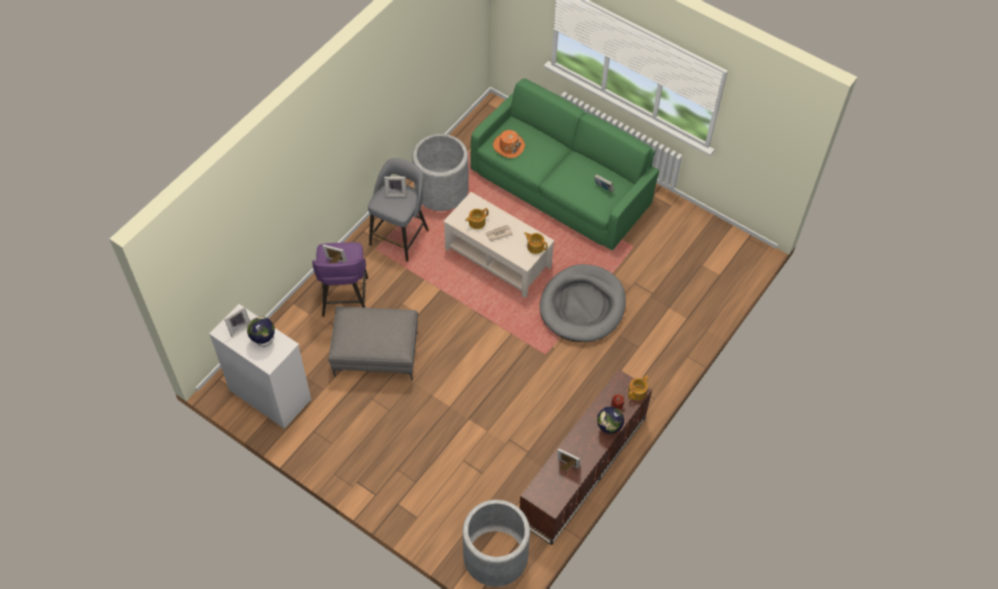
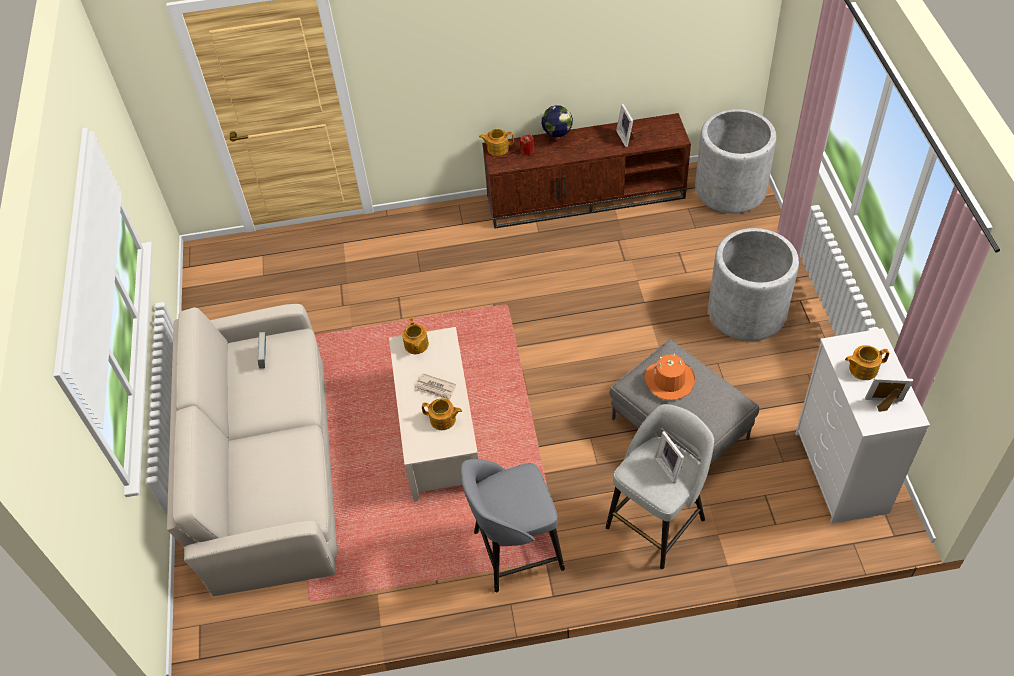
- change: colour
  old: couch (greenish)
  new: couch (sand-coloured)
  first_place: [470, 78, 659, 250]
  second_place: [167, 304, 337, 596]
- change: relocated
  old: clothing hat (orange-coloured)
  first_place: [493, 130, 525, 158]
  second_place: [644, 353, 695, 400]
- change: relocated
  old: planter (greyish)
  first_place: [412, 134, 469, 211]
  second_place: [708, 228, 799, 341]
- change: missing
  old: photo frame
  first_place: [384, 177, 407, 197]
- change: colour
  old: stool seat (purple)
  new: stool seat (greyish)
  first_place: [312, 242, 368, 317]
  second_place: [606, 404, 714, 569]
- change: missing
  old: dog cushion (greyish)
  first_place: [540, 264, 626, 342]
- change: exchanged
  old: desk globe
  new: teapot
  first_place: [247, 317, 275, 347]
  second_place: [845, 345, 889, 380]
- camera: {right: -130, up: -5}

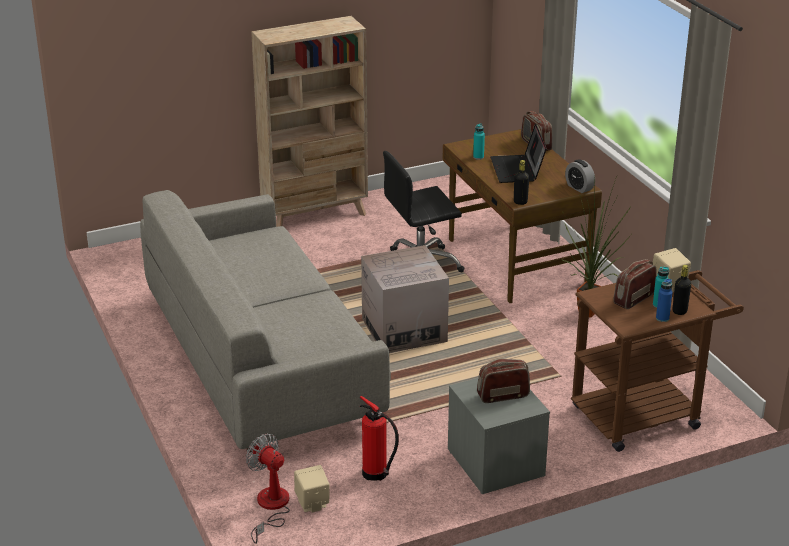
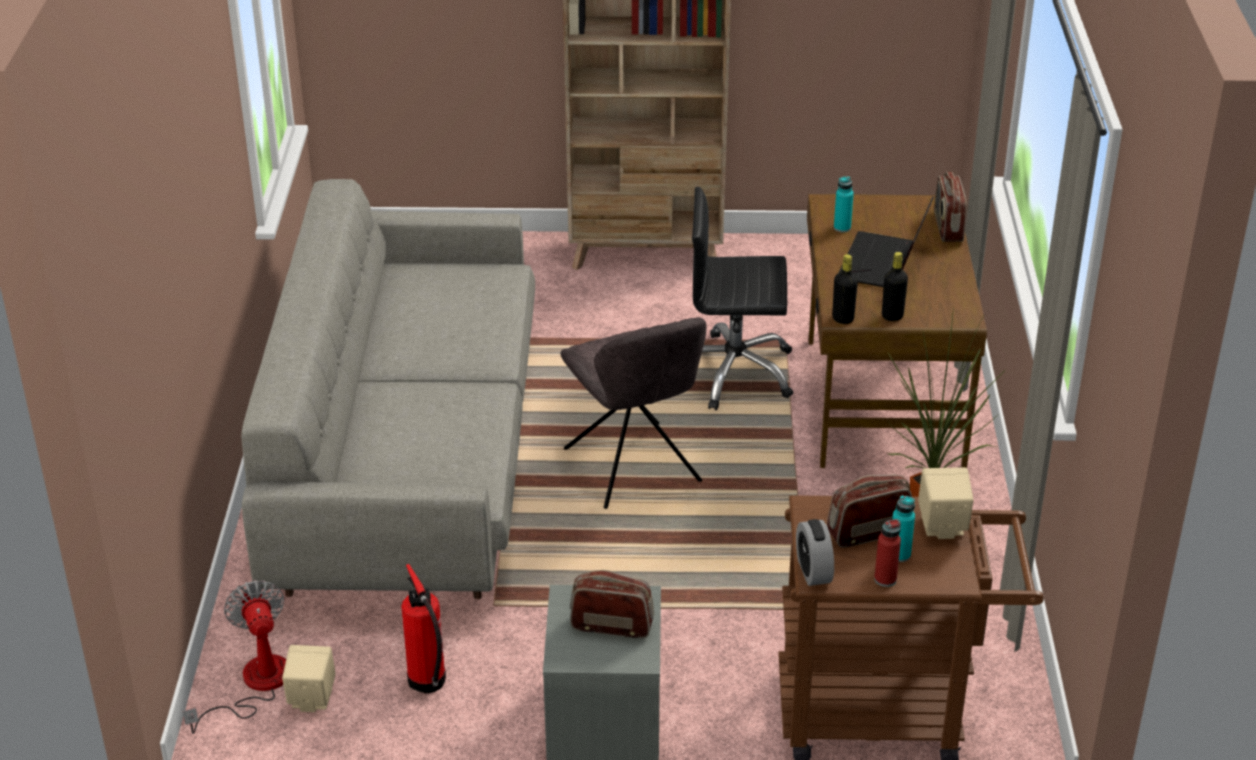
- change: relocated
  old: bedside clock
  first_place: [565, 159, 595, 193]
  second_place: [796, 519, 834, 586]
- change: exchanged
  old: packing box
  new: chair (greyish)
  first_place: [361, 245, 449, 353]
  second_place: [560, 317, 706, 509]
- change: relocated
  old: bottle (black)
  first_place: [673, 265, 691, 315]
  second_place: [882, 252, 908, 321]
- change: colour
  old: bottle (blue-coloured)
  new: bottle (red)
  first_place: [656, 278, 672, 322]
  second_place: [874, 519, 901, 587]
- camera: {right: 25, up: 5}

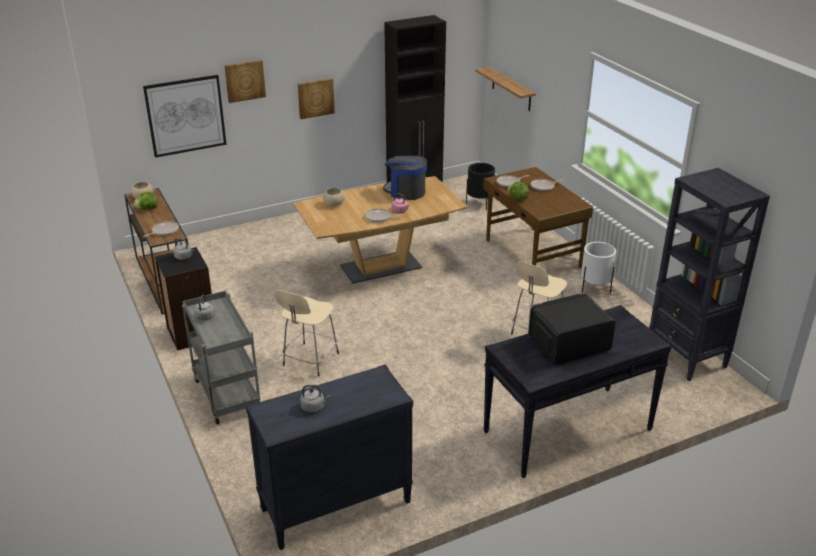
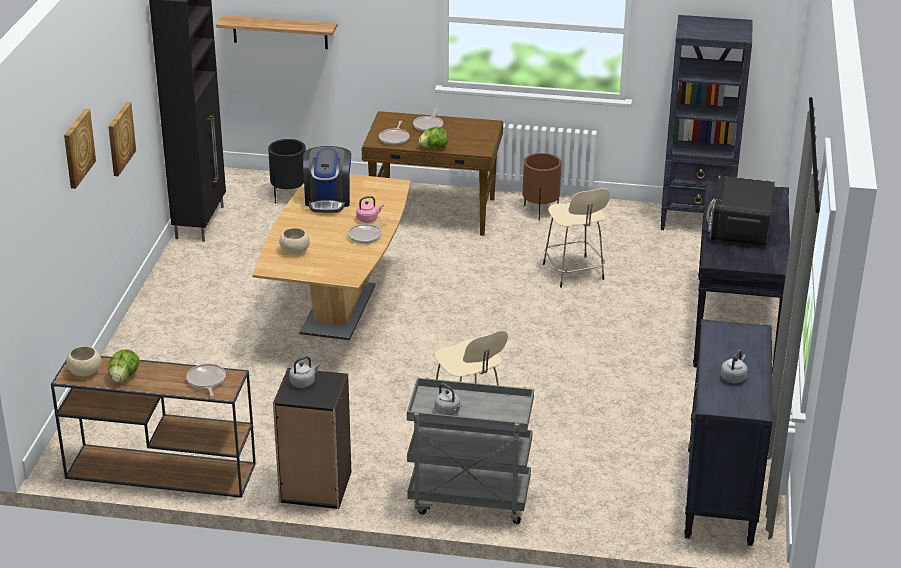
- change: missing
  old: wall art
  first_place: [143, 75, 227, 158]
- change: spun
  old: coffee maker
  first_place: [383, 156, 427, 200]
  second_place: [303, 146, 351, 213]
  degrees: -60
- change: colour
  old: planter (white)
  new: planter (brownish)
  first_place: [581, 242, 616, 294]
  second_place: [523, 153, 561, 221]
- camera: {right: -55, up: 0}

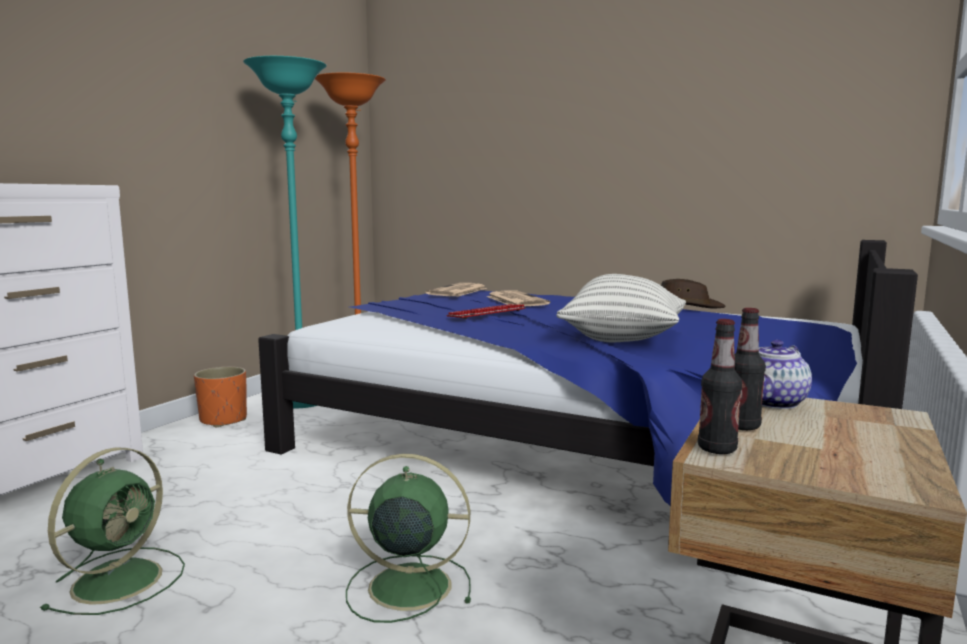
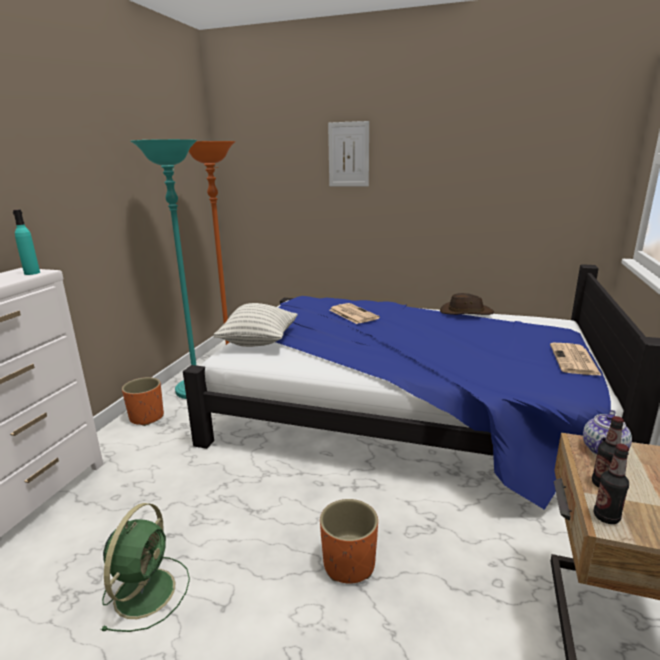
- change: relocated
  old: cushion
  first_place: [557, 274, 686, 342]
  second_place: [213, 303, 297, 347]
- change: relocated
  old: printed paper
  first_place: [425, 283, 487, 297]
  second_place: [550, 343, 602, 376]
- change: missing
  old: PC keyboard
  first_place: [446, 304, 526, 319]
- change: exchanged
  old: electric fan (greenish)
  new: planter (orange-coloured)
  first_place: [346, 454, 471, 623]
  second_place: [320, 499, 378, 584]
- change: appeared
  new: wall art
  second_place: [328, 121, 369, 186]
- change: appeared
  new: bottle (blue-green)
  second_place: [13, 210, 40, 275]
- camera: {right: -10, up: 10}

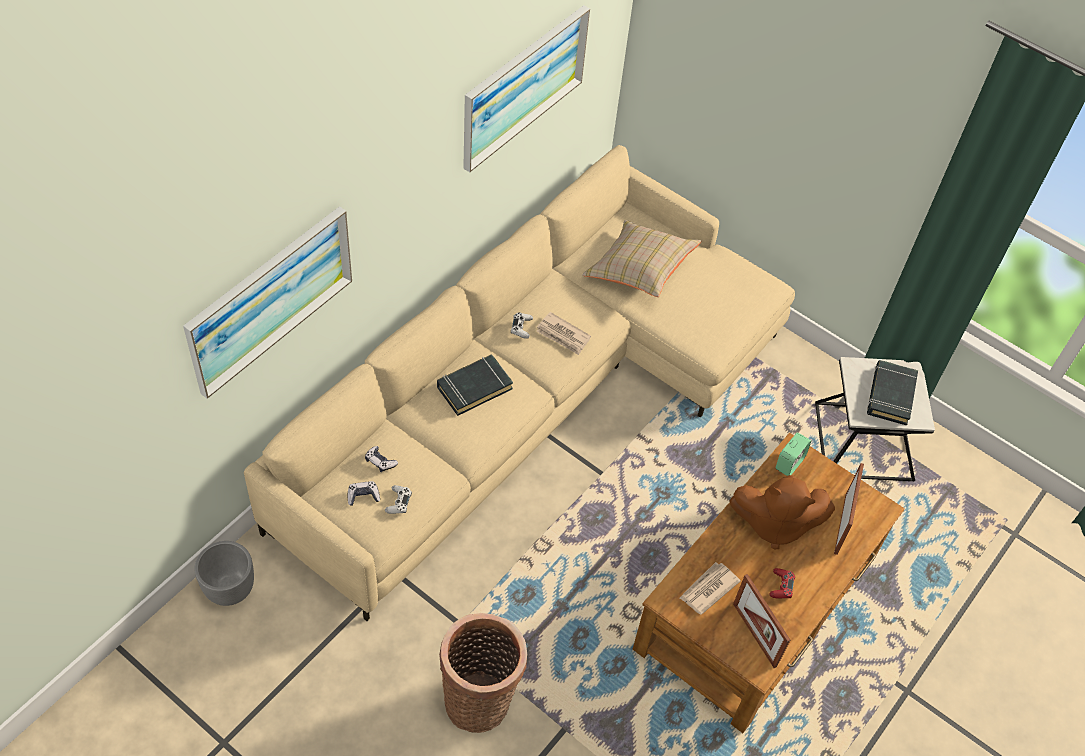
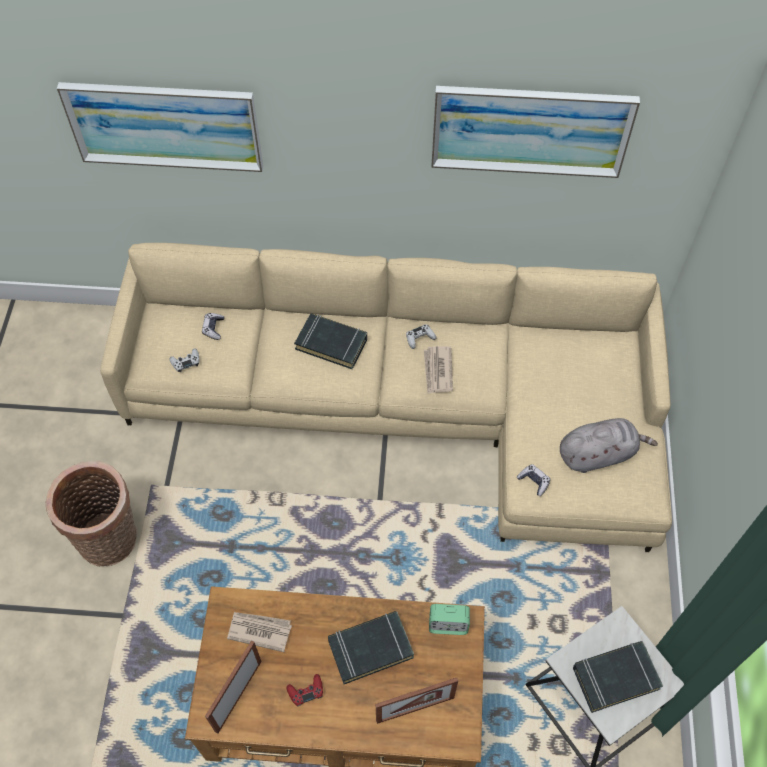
- change: missing
  old: cushion (sand-coloured)
  first_place: [582, 220, 701, 297]
- change: exchanged
  old: plush toy (brownish)
  new: book (black)
  first_place: [730, 475, 835, 549]
  second_place: [328, 611, 414, 684]
- change: relocated
  old: gamepad
  first_place: [348, 481, 380, 506]
  second_place: [517, 464, 550, 496]
- change: missing
  old: planter (greyish)
  first_place: [195, 541, 254, 606]
- change: appeared
  new: plush toy (greyish)
  second_place: [560, 418, 658, 473]
- camera: {right: 60, up: 5}

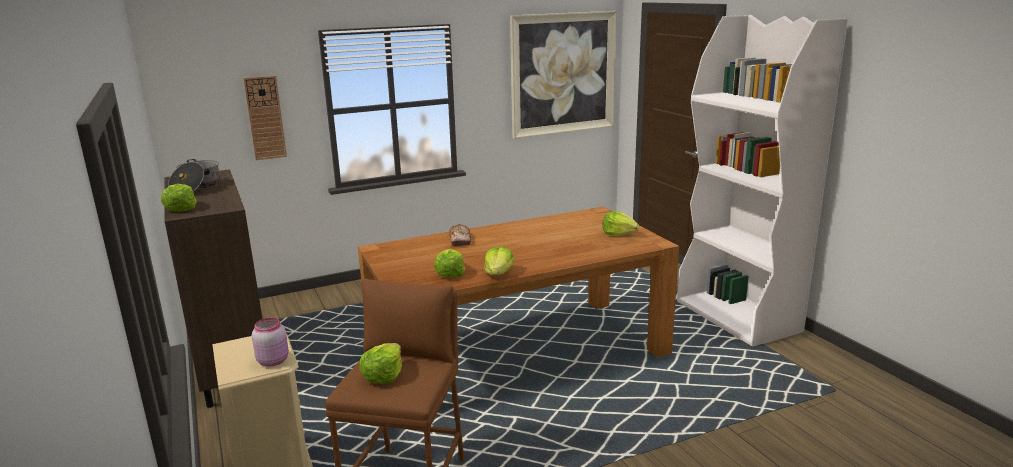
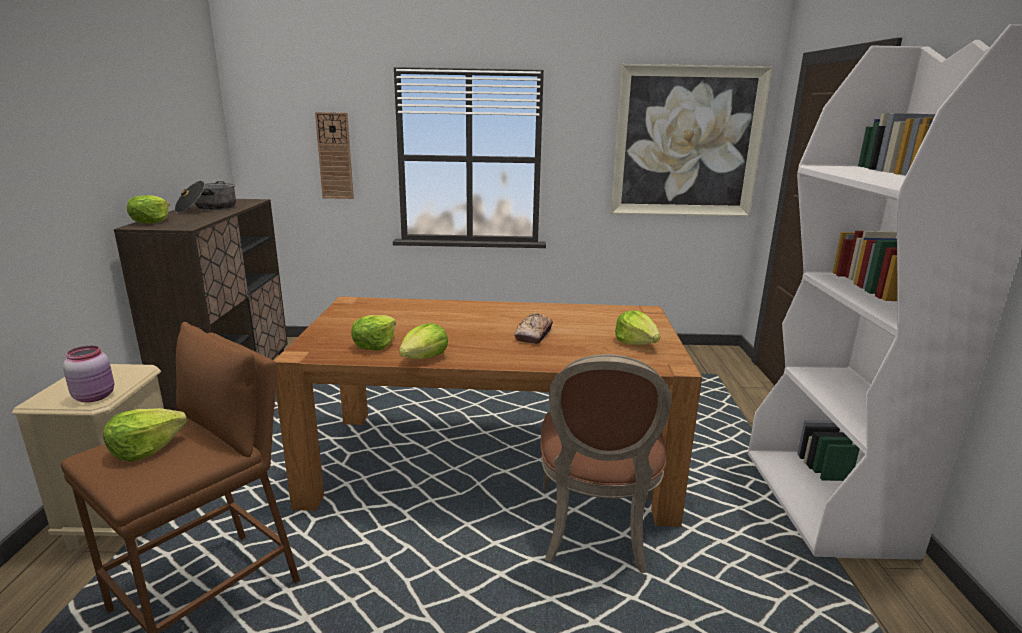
- change: relocated
  old: baked bread
  first_place: [449, 224, 471, 246]
  second_place: [514, 313, 553, 344]
- change: appeared
  new: chair (brownish)
  second_place: [540, 354, 671, 574]
- camera: {right: 25, up: 0}

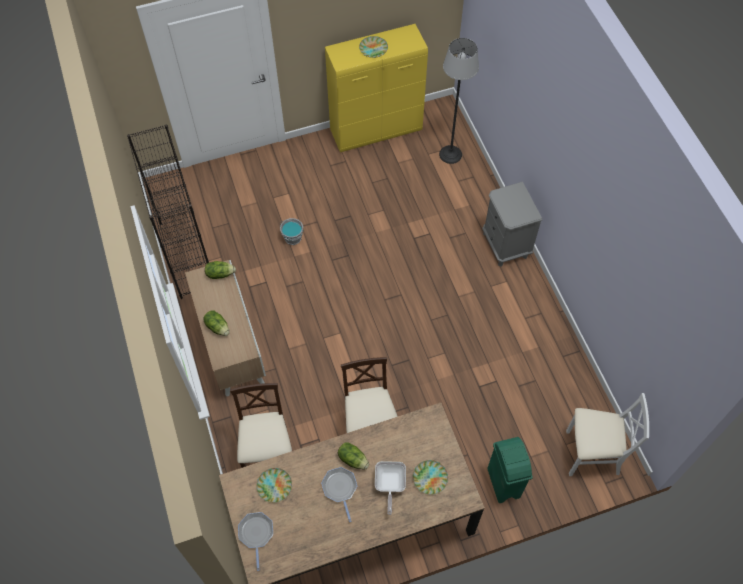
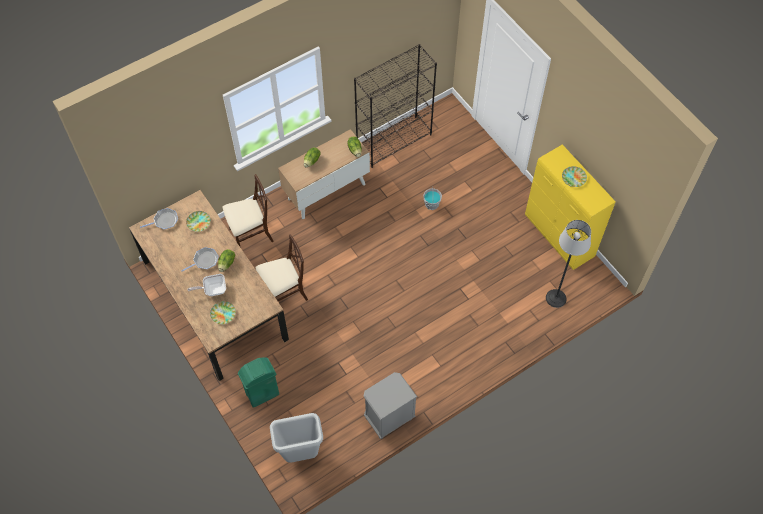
- change: relocated
  old: night table (greyish)
  first_place: [482, 182, 542, 267]
  second_place: [364, 372, 417, 439]
- change: exchanged
  old: chair (white)
  new: waste bin (greyish)
  first_place: [566, 393, 649, 476]
  second_place: [270, 413, 323, 463]
- camera: {right: 75, up: 0}

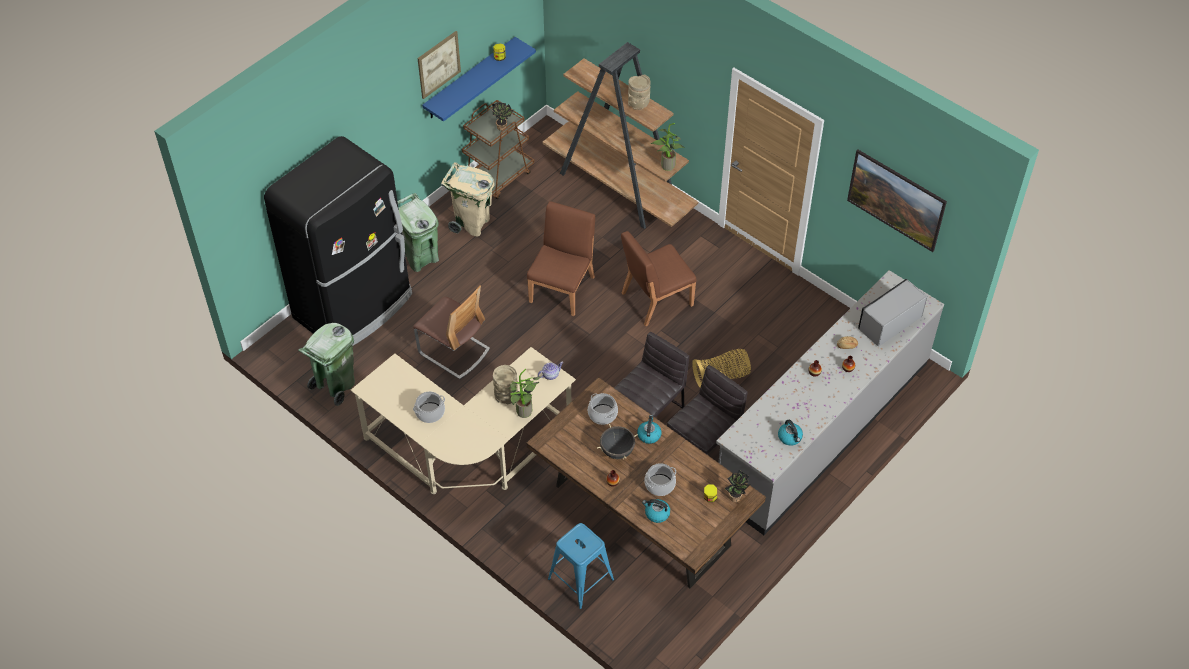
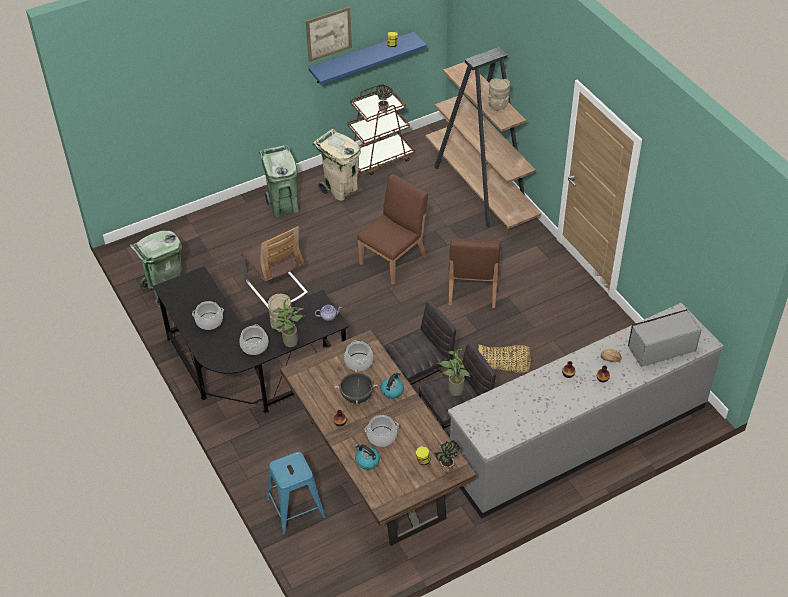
- change: relocated
  old: plant in a pot
  first_place: [651, 123, 684, 171]
  second_place: [437, 349, 471, 396]
- change: missing
  old: refrigerator (black)
  first_place: [264, 136, 412, 346]
- change: missing
  old: wall art
  first_place: [847, 150, 947, 252]
- change: spun
  old: chair (brownish)
  first_place: [621, 231, 697, 326]
  second_place: [449, 238, 501, 308]
  degrees: -75
- change: colour
  old: desk table (sand-coloured)
  new: desk table (black)
  first_place: [351, 347, 576, 494]
  second_place: [153, 266, 349, 413]
- change: missing
  old: water kettle
  first_place: [778, 420, 803, 446]
- change: appeared
  new: stockpot
  second_place: [239, 324, 269, 355]
- camera: {right: 20, up: -5}

